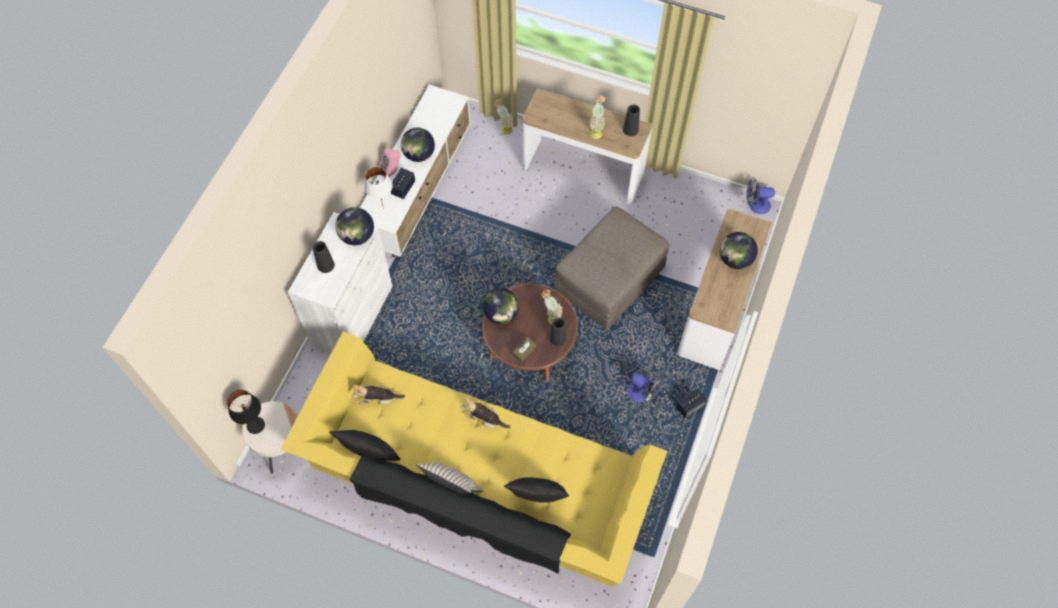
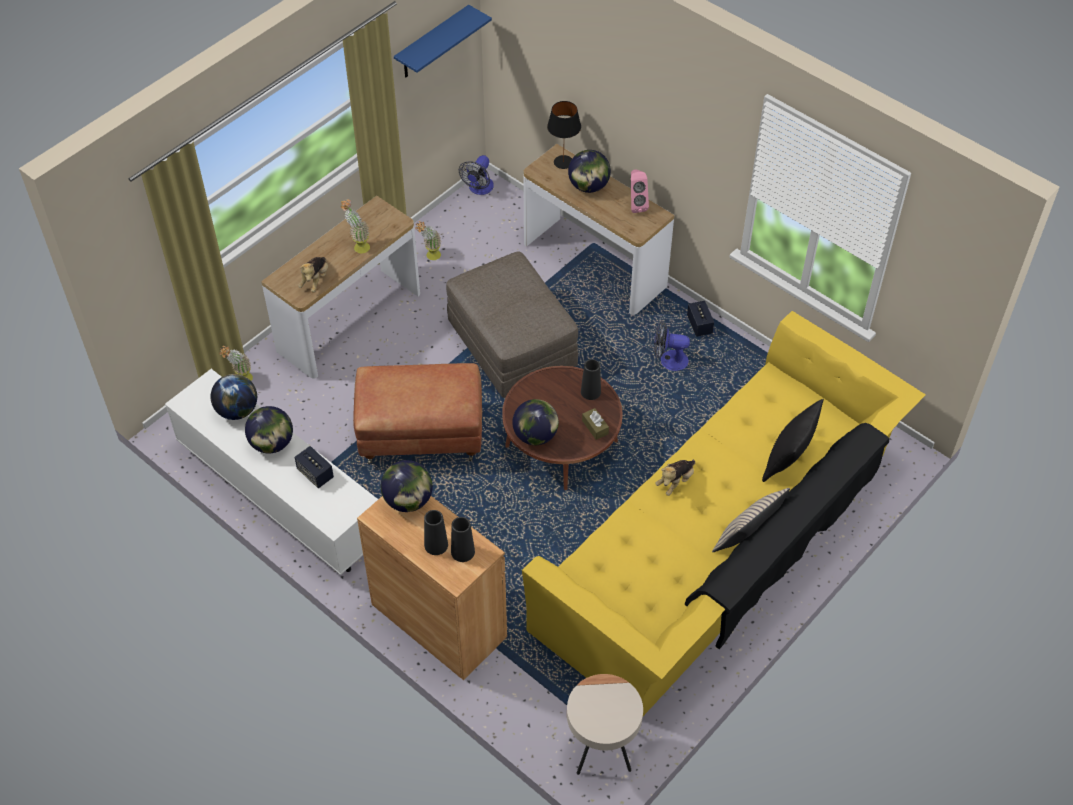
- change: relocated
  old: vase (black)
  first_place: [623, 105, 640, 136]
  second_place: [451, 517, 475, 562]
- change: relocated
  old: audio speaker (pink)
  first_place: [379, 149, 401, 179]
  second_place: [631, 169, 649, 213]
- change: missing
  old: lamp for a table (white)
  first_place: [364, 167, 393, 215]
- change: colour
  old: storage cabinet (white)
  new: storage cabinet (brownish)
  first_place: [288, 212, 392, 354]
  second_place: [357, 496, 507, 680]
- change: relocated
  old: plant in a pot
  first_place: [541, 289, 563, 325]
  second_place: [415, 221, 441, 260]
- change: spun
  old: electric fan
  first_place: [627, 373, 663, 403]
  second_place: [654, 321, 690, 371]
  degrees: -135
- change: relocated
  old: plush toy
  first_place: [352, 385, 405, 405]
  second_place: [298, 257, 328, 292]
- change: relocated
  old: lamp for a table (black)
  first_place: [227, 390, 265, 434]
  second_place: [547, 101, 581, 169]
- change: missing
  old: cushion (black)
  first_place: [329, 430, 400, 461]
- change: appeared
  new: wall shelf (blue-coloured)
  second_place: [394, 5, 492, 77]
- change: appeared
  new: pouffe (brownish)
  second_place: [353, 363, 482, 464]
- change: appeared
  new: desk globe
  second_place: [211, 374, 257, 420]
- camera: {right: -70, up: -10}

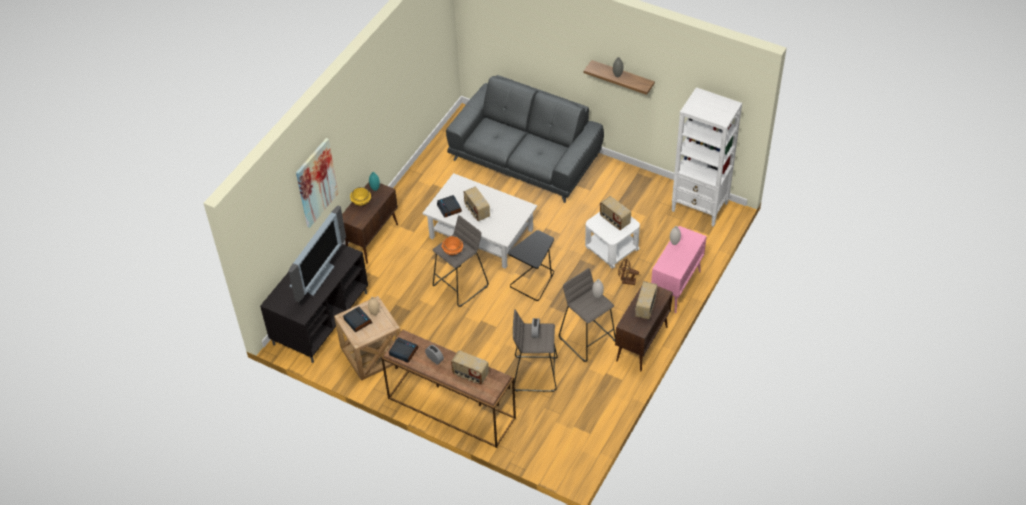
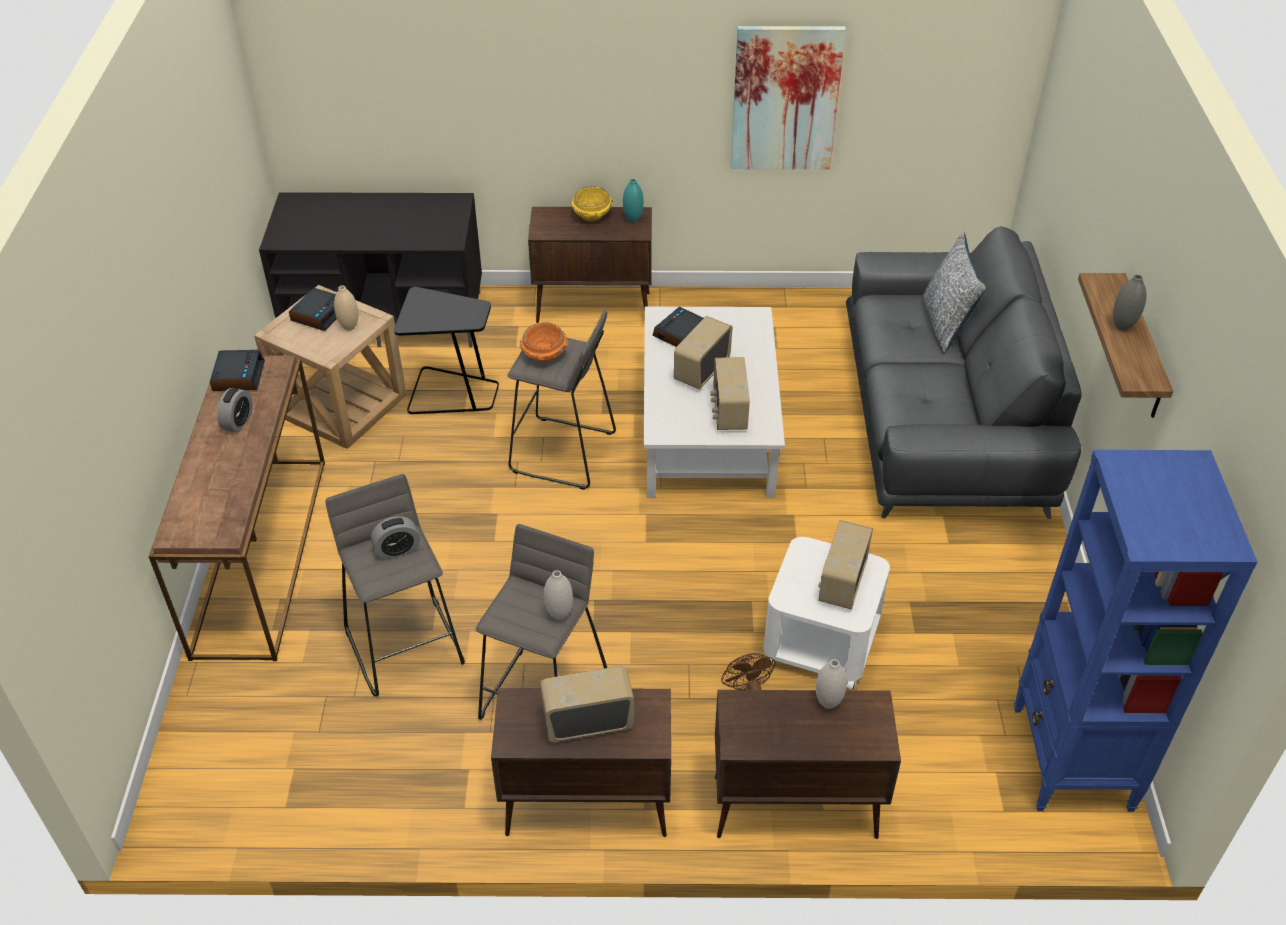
- change: colour
  old: shelving unit (white)
  new: shelving unit (blue-coloured)
  first_place: [672, 87, 742, 227]
  second_place: [1014, 450, 1257, 812]
- change: relocated
  old: wall art
  first_place: [296, 138, 338, 228]
  second_place: [730, 26, 846, 170]
- change: missing
  old: TV set
  first_place: [288, 205, 346, 302]
- change: colour
  old: storage cabinet (pink)
  new: storage cabinet (brownish)
  first_place: [651, 226, 707, 313]
  second_place: [715, 690, 901, 839]
- change: relocated
  old: accent table (black)
  first_place: [508, 230, 554, 301]
  second_place: [394, 287, 499, 414]
- change: relocated
  old: radio set
  first_place: [451, 350, 489, 385]
  second_place: [710, 357, 750, 430]
- change: appeared
  new: cushion
  second_place: [923, 232, 987, 353]
- camera: {right: 60, up: -5}

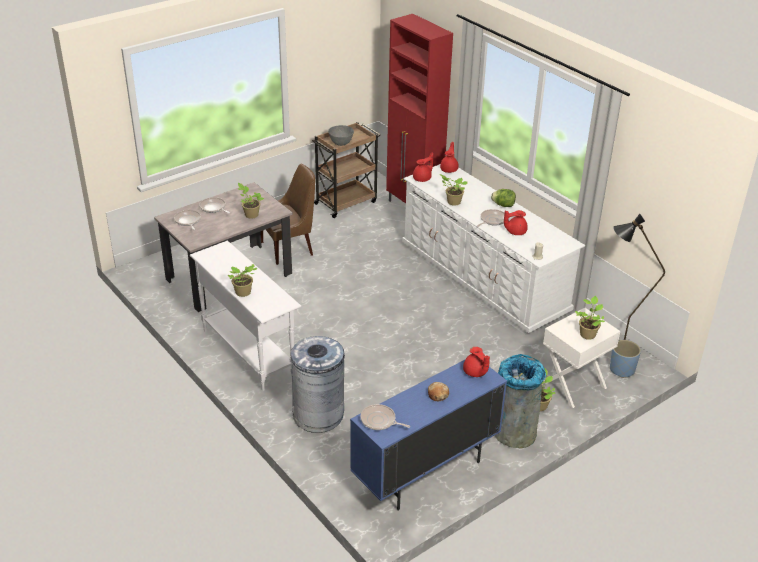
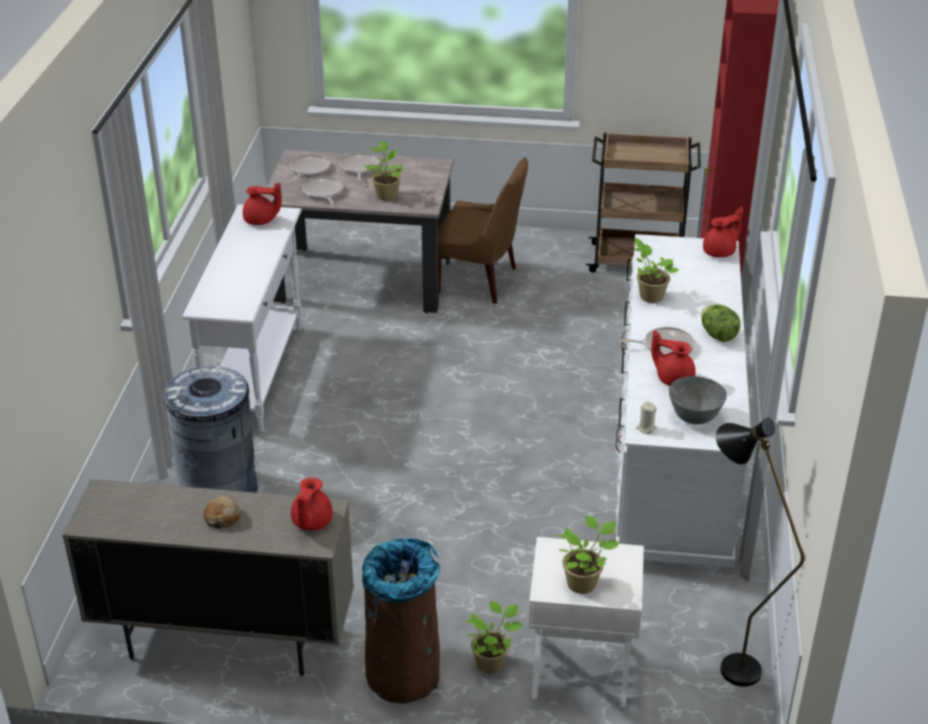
- change: relocated
  old: deep dish (greyish)
  first_place: [328, 125, 354, 146]
  second_place: [669, 376, 727, 424]
- change: relocated
  old: teapot (red)
  first_place: [413, 152, 433, 182]
  second_place: [243, 182, 282, 225]
- change: missing
  old: plant in a pot
  first_place: [228, 264, 258, 297]
- change: missing
  old: planter (blue-coloured)
  first_place: [610, 340, 641, 378]
- change: colour
  old: waste bin (greyish)
  new: waste bin (brownish)
  first_place: [495, 354, 546, 448]
  second_place: [362, 538, 440, 703]
- change: colour
  old: storage cabinet (blue-coloured)
  new: storage cabinet (sand-coloured)
  first_place: [350, 360, 507, 511]
  second_place: [62, 479, 354, 676]
- change: relocated
  old: frying pan
  first_place: [361, 404, 410, 430]
  second_place: [302, 177, 343, 205]
- camera: {right: 45, up: 0}

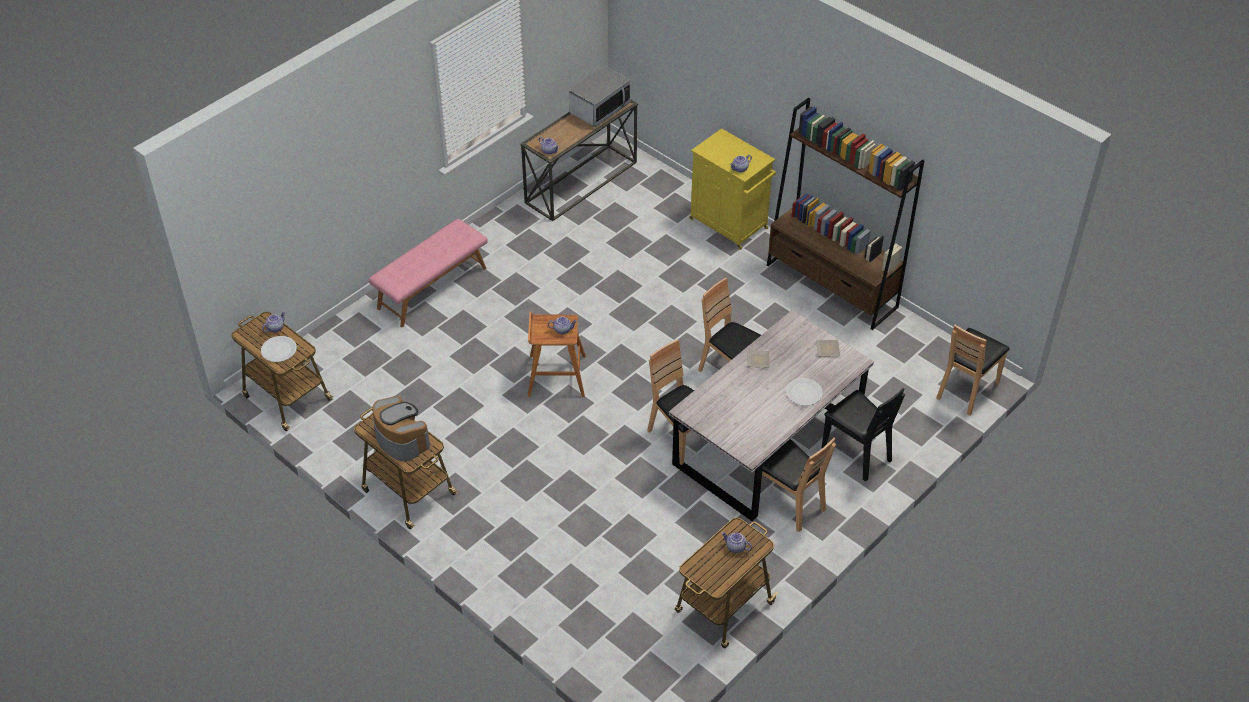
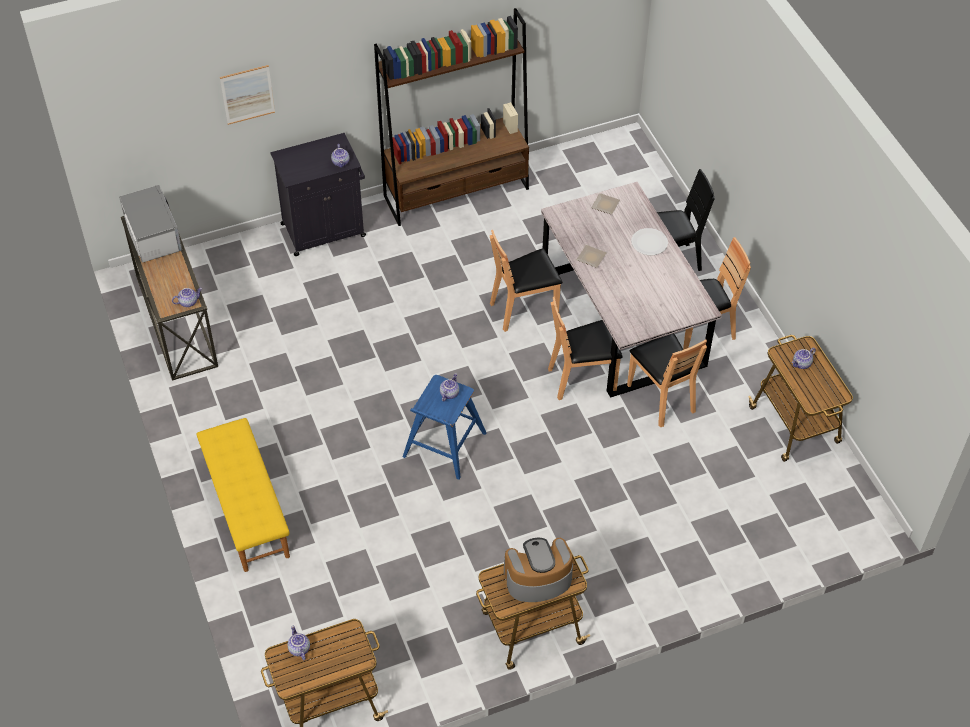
- change: colour
  old: storage cabinet (yellow)
  new: storage cabinet (black)
  first_place: [689, 129, 776, 250]
  second_place: [270, 133, 366, 256]
- change: colour
  old: bench (pink)
  new: bench (yellow)
  first_place: [369, 219, 488, 327]
  second_place: [197, 418, 290, 572]
- change: colour
  old: stool seat (brownish)
  new: stool seat (blue-coloured)
  first_place: [528, 312, 586, 397]
  second_place: [403, 375, 486, 480]
- change: relocated
  old: chair (brownish)
  first_place: [936, 325, 1010, 416]
  second_place: [627, 333, 707, 427]
- change: missing
  old: flat dish (white)
  first_place: [261, 336, 297, 362]
- change: appeared
  new: wall art
  second_place: [220, 65, 275, 125]
- camera: {right: -65, up: 5}

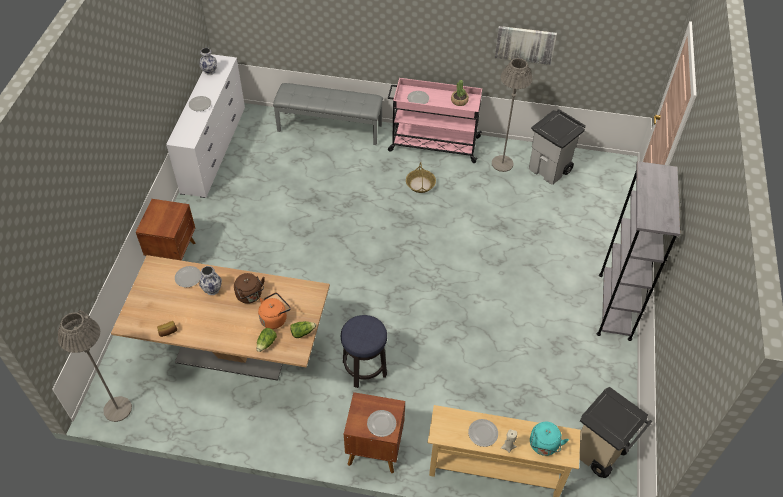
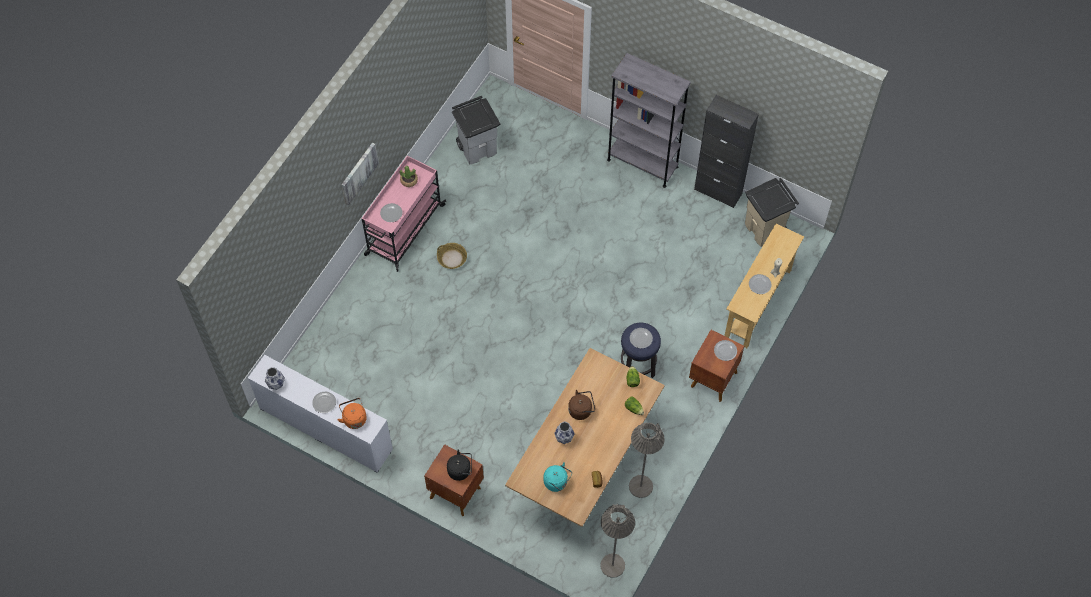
- change: relocated
  old: wall art
  first_place: [495, 26, 557, 65]
  second_place: [342, 142, 379, 205]
- change: relocated
  old: floor lamp (greyish)
  first_place: [492, 58, 532, 172]
  second_place: [629, 423, 665, 498]
- change: missing
  old: bench (greyish)
  first_place: [273, 83, 383, 145]
- change: relocated
  old: flat dish
  first_place: [175, 266, 201, 288]
  second_place: [630, 328, 653, 348]
- change: relocated
  old: water kettle (orange-coloured)
  first_place: [258, 292, 291, 329]
  second_place: [337, 398, 367, 429]
- change: relocated
  old: water kettle (blue-green)
  first_place: [530, 422, 569, 456]
  second_place: [544, 462, 572, 492]
- change: appeared
  new: storage cabinet (black)
  second_place: [694, 95, 759, 208]
- change: appeared
  new: water kettle (black)
  second_place: [447, 449, 472, 481]
- camera: {right: -70, up: 10}

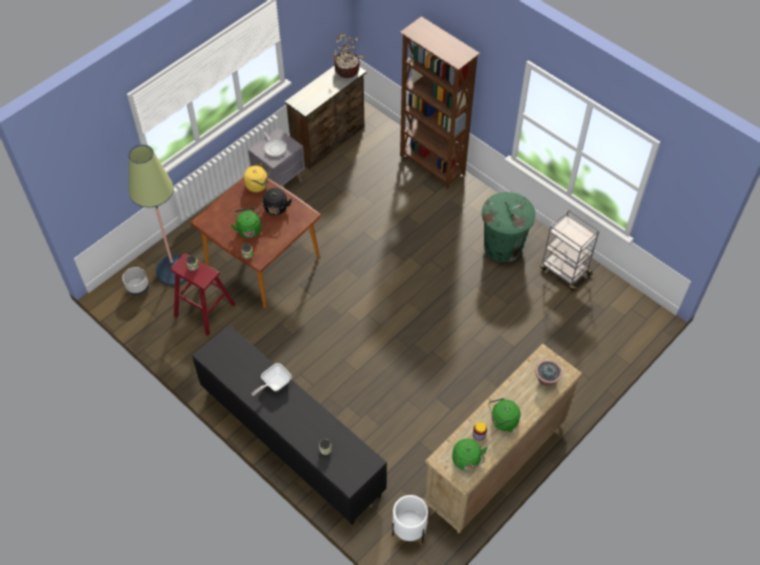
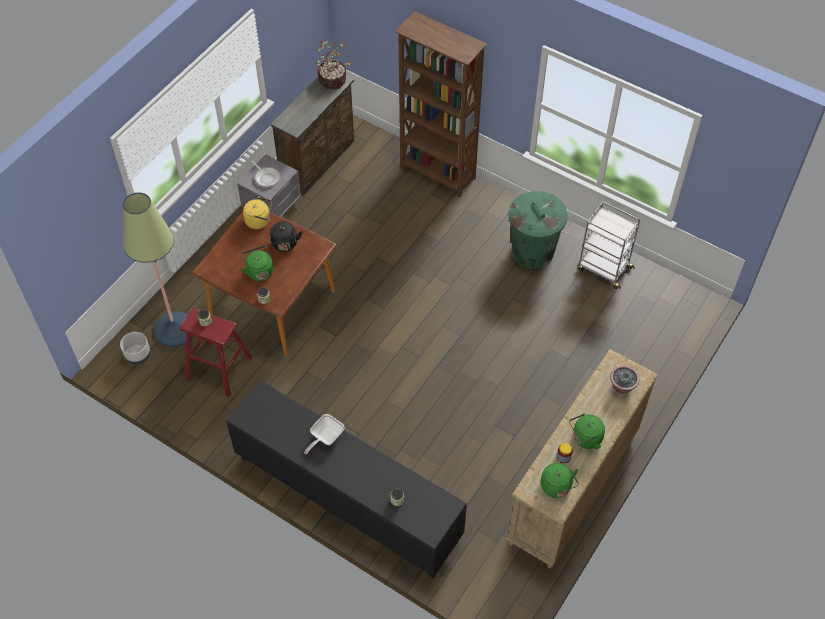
- change: missing
  old: planter (white)
  first_place: [392, 495, 428, 543]
- camera: {right: -10, up: 0}

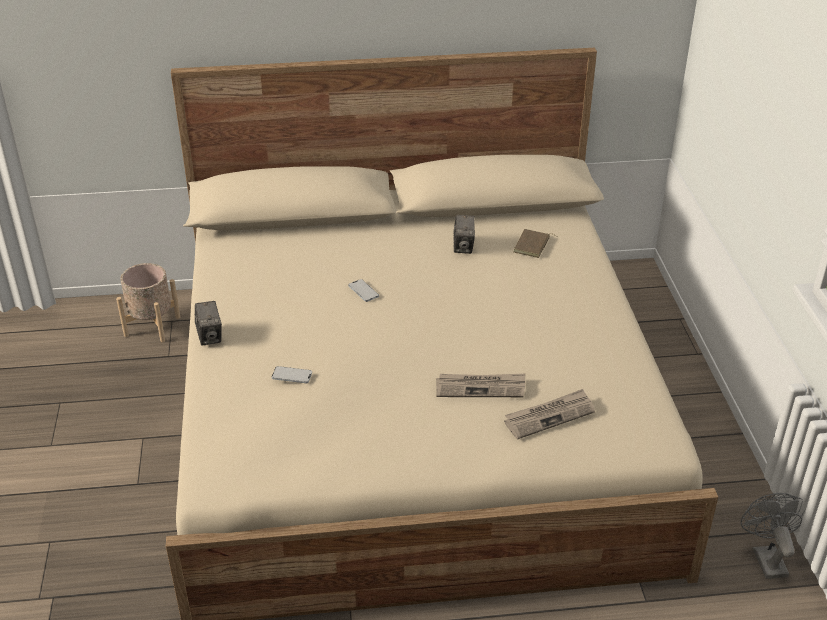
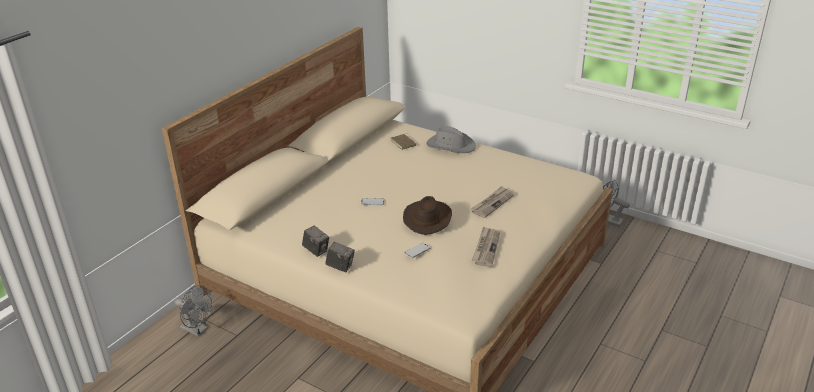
- change: relocated
  old: photo camera
  first_place: [453, 215, 475, 254]
  second_place: [302, 226, 329, 257]
- change: exchanged
  old: planter (sand-coloured)
  new: electric fan (greyish)
  first_place: [116, 263, 180, 342]
  second_place: [175, 285, 212, 337]
- change: relocated
  old: printed paper
  first_place: [504, 389, 595, 439]
  second_place: [472, 226, 500, 267]
- change: appeared
  new: clothing hat (greyish)
  second_place: [426, 126, 476, 153]
- change: appeared
  new: clothing hat (brownish)
  second_place: [403, 196, 452, 235]
- camera: {right: -50, up: -5}

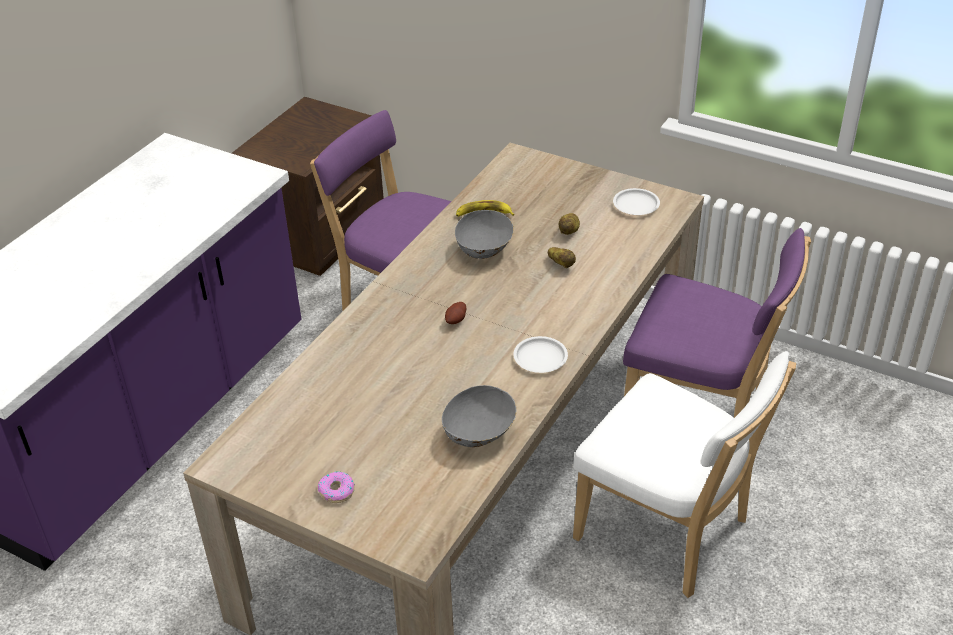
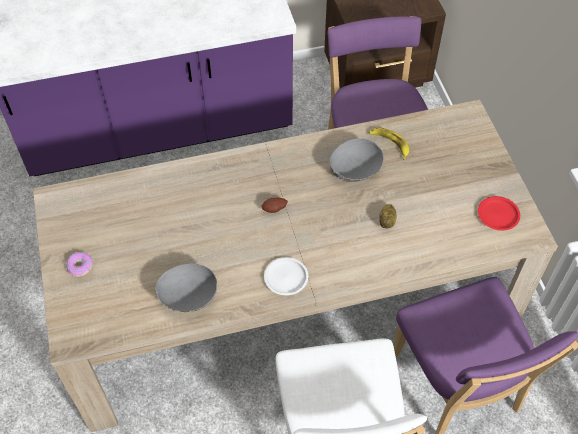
- change: colour
  old: flat dish (white)
  new: flat dish (red)
  first_place: [613, 188, 660, 215]
  second_place: [478, 196, 520, 231]
- change: missing
  old: potato
  first_place: [559, 213, 580, 235]
- camera: {right: 45, up: 15}

